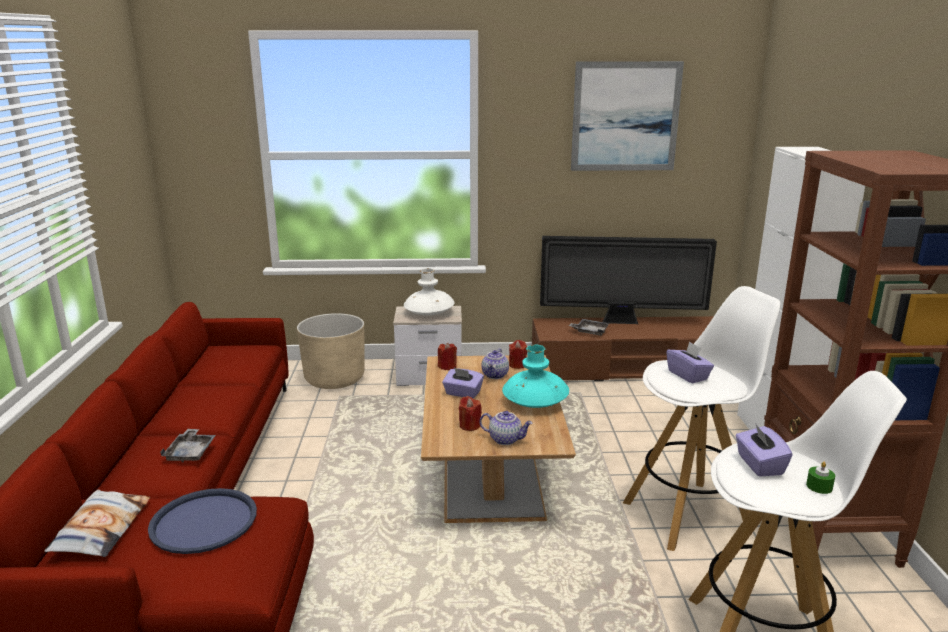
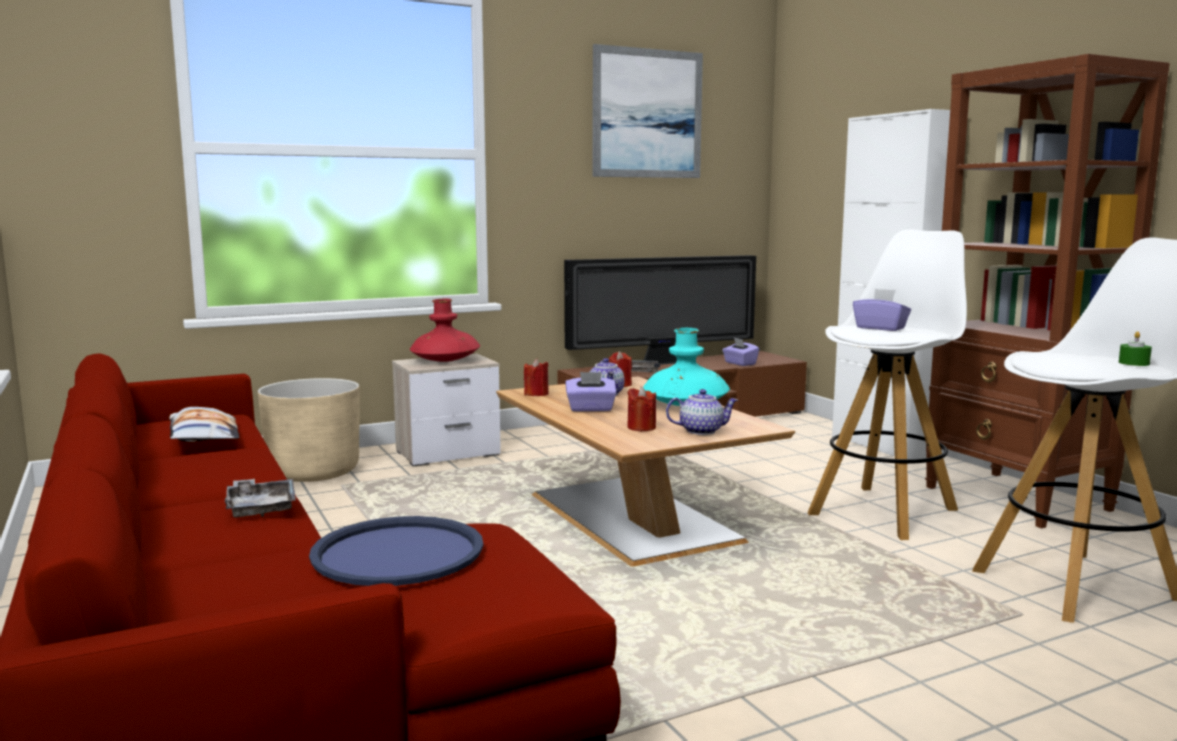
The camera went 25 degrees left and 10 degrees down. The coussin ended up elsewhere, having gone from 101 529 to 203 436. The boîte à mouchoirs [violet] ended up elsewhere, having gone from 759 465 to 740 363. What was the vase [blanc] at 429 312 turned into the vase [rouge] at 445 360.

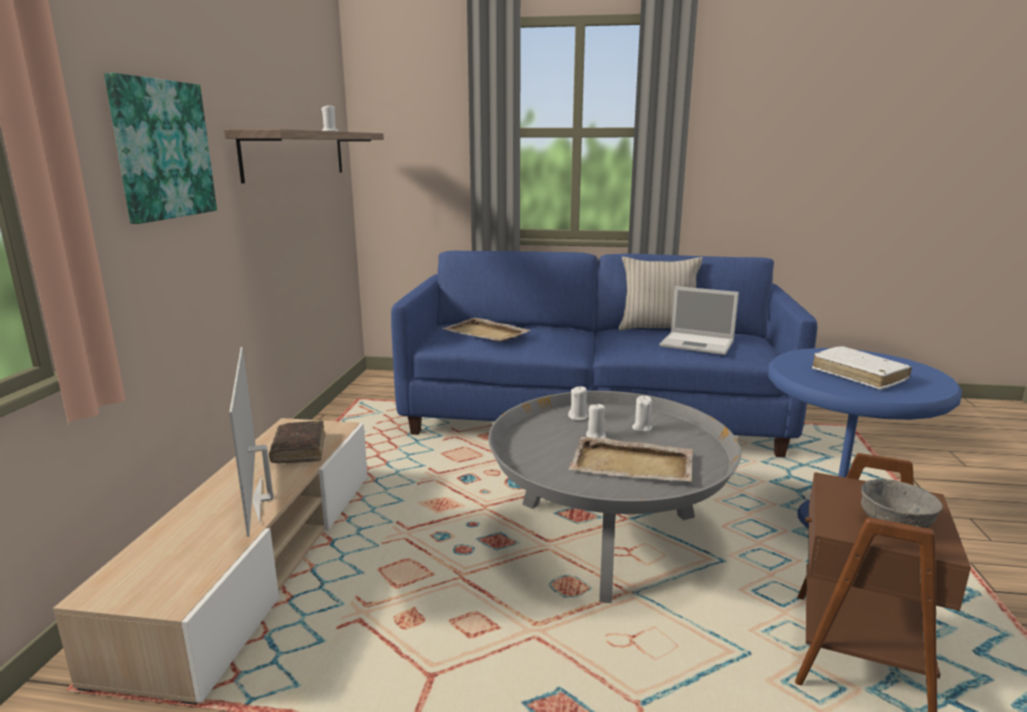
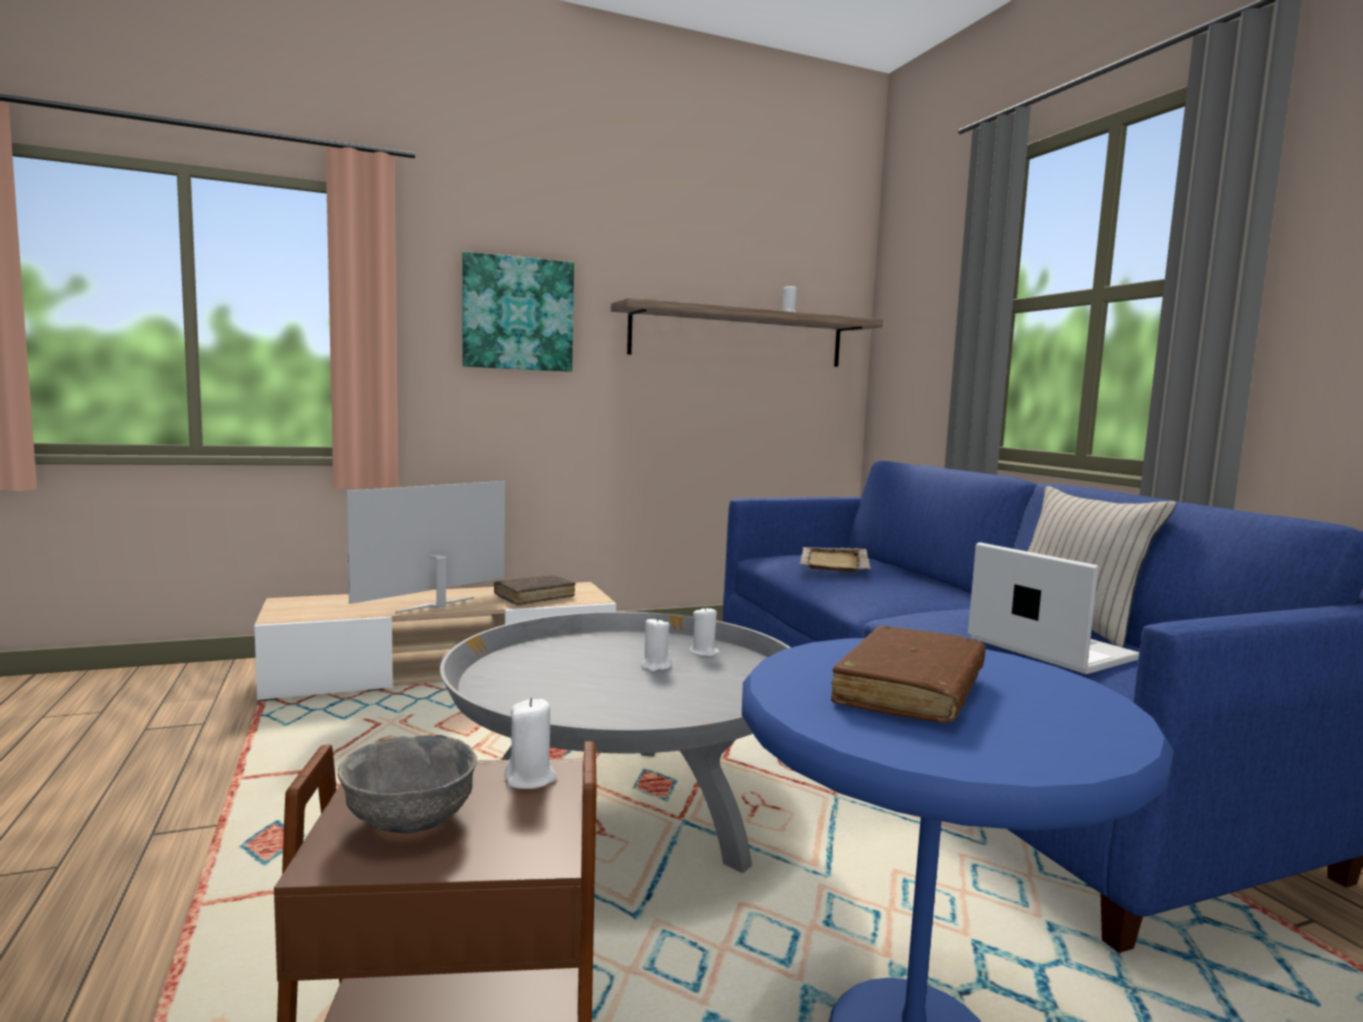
The camera went 60 degrees right and 10 degrees down. The second view lost the plateau [beige] at 633 464. The bougie [blanc] ended up elsewhere, having gone from 642 428 to 530 779. What was the livre [blanc] at 858 375 turned into the livre [marron] at 910 691. The ordinateur portable at 698 344 ended up facing another way, 150 degrees clockwise from before.

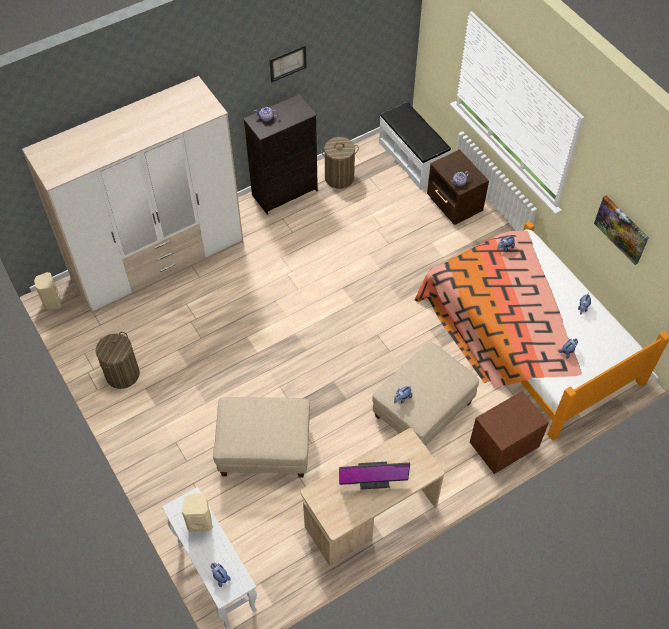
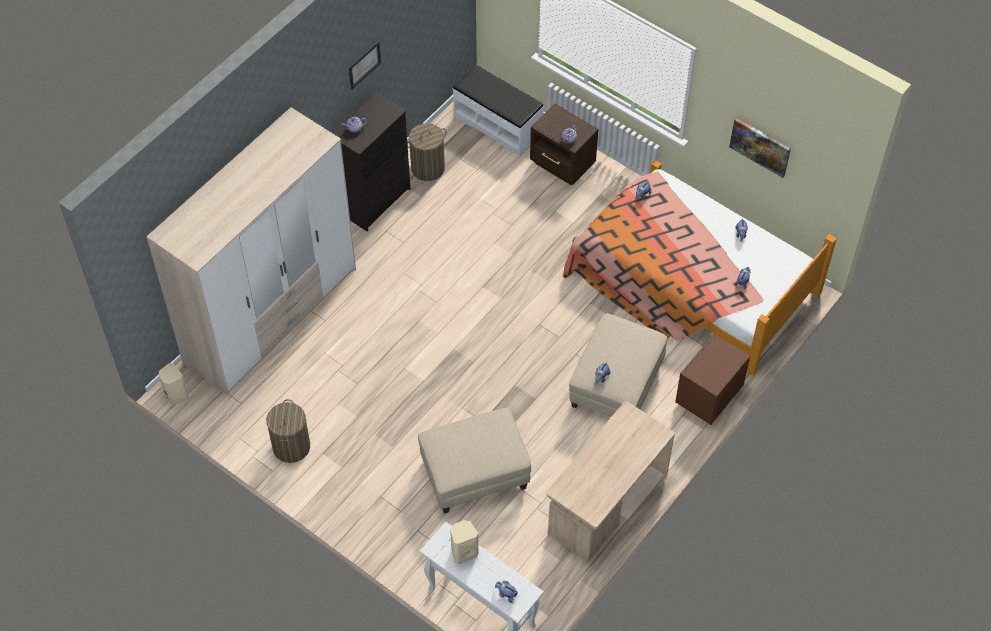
The camera went 20 degrees left and 0 degrees up. The second view lost the écran d'ordinateur at 373 476.

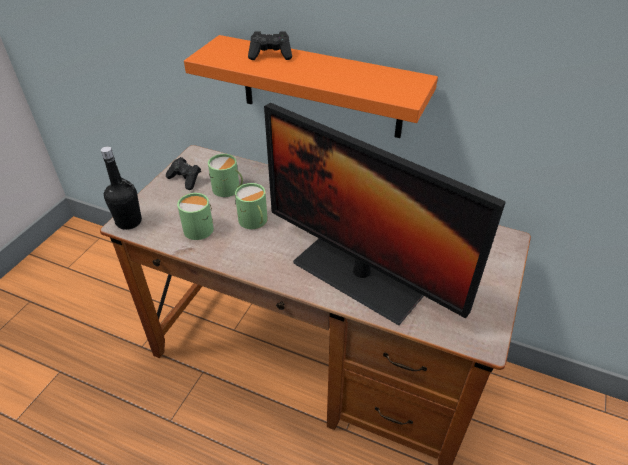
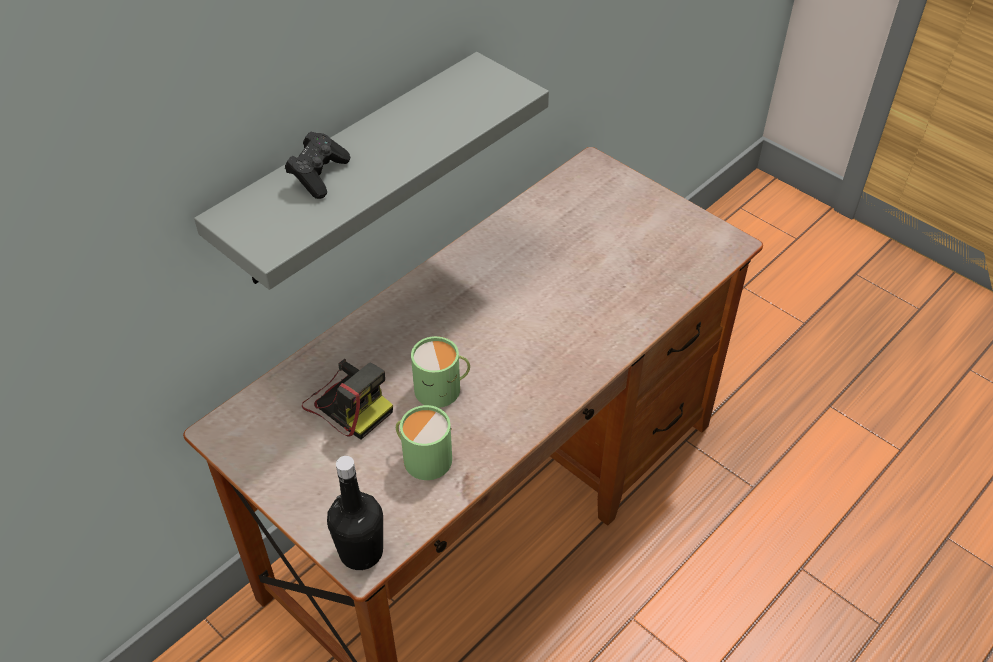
The camera went 70 degrees left and 5 degrees up. The second view lost the manette [noir] at 185 179. The second view lost the écran d'ordinateur at 359 275. Where the mug [vert] stood at 228 189, the appareil photo came to stand at 348 404. What was the étagère [orange] at 321 87 turned into the étagère [gris] at 352 172.

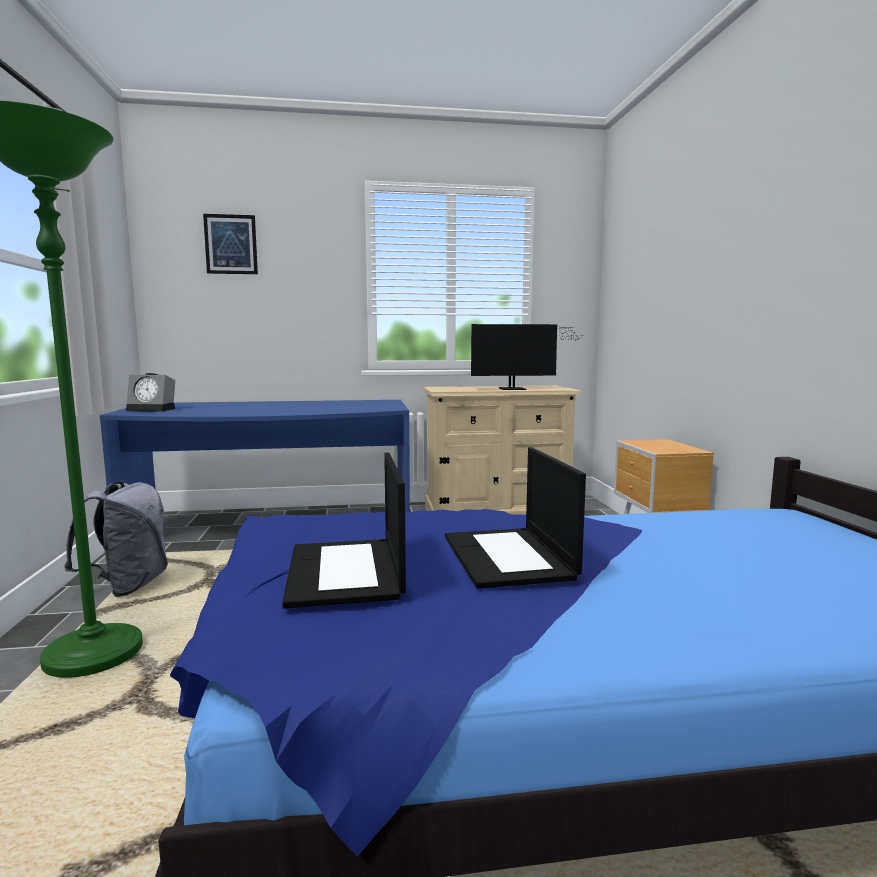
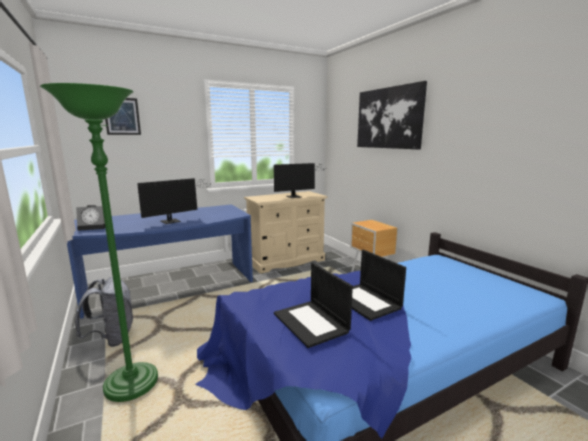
The camera went 20 degrees left and 5 degrees up. The second view gained the écran d'ordinateur at 173 221. The second view gained the tableau at 388 118.

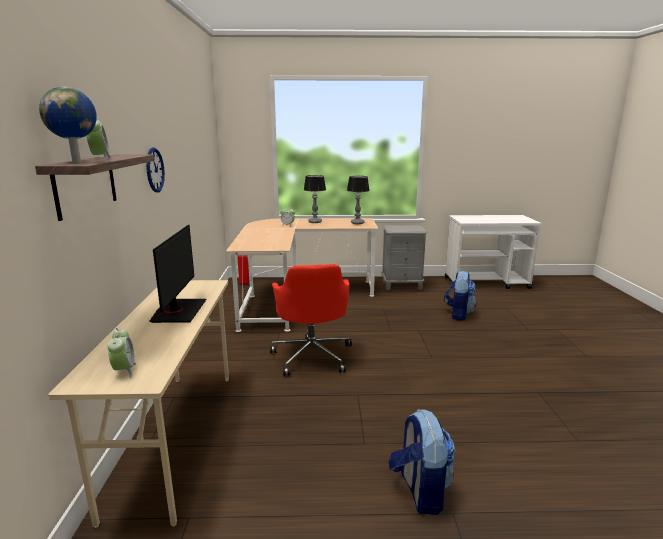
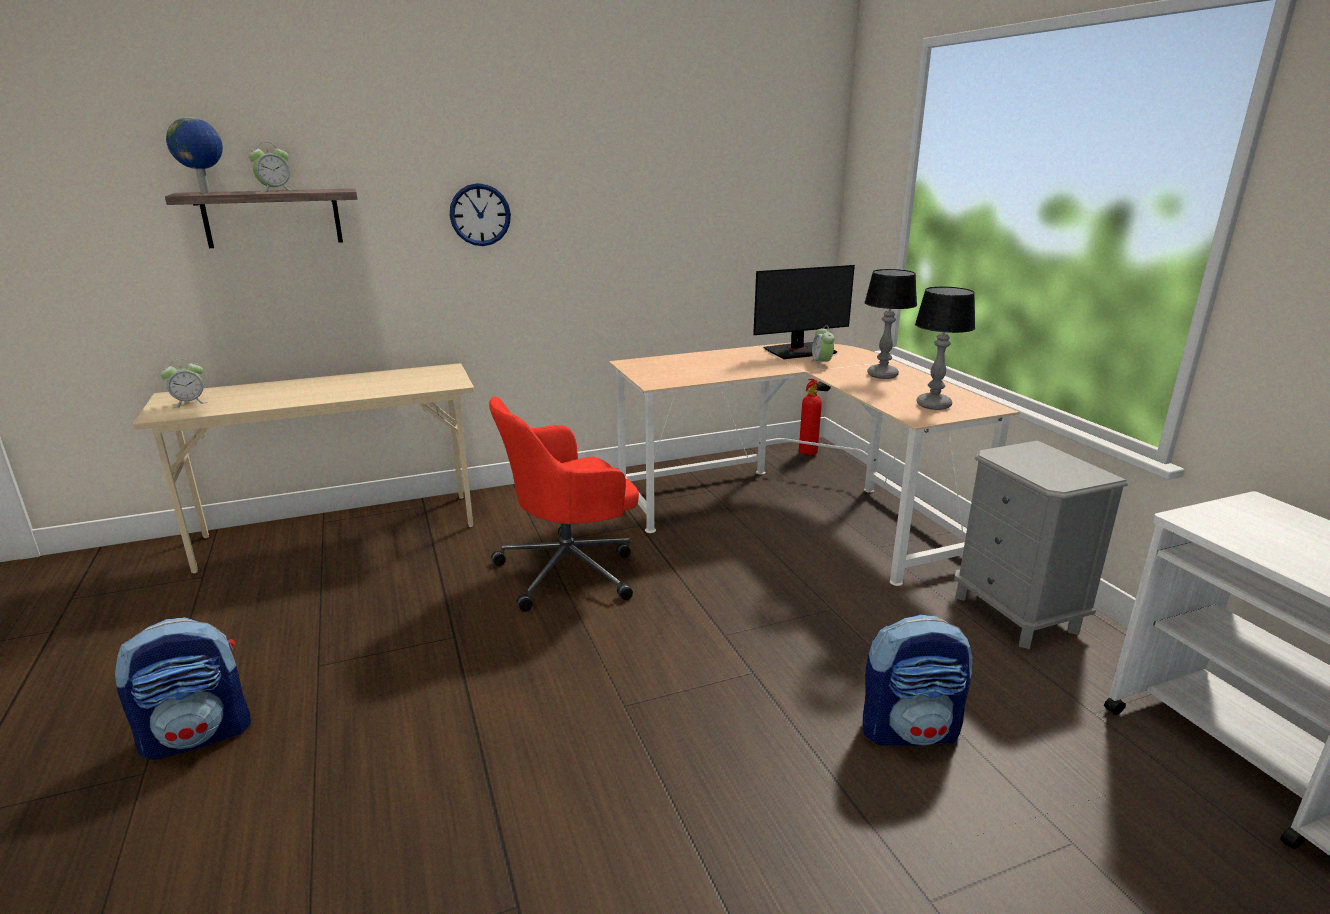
The camera went 70 degrees right and 5 degrees up. The écran d'ordinateur ended up elsewhere, having gone from 178 311 to 799 351.

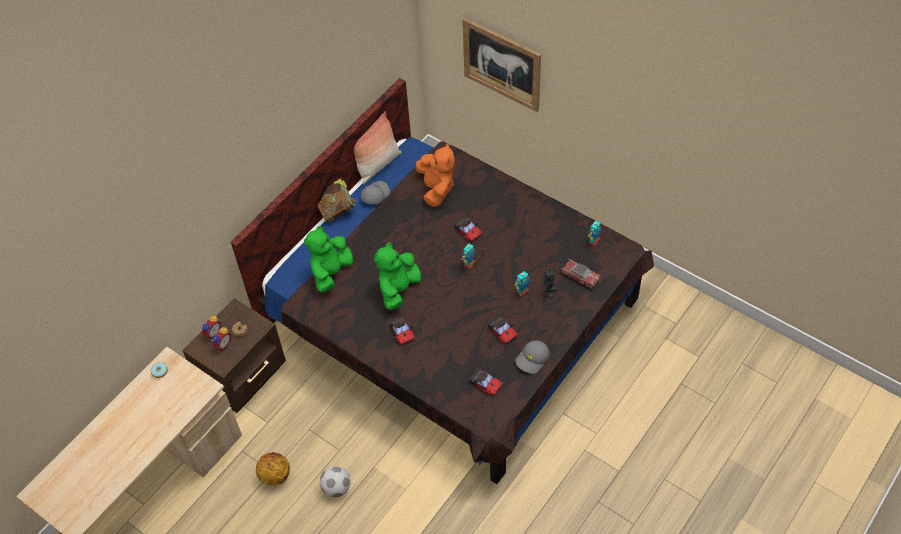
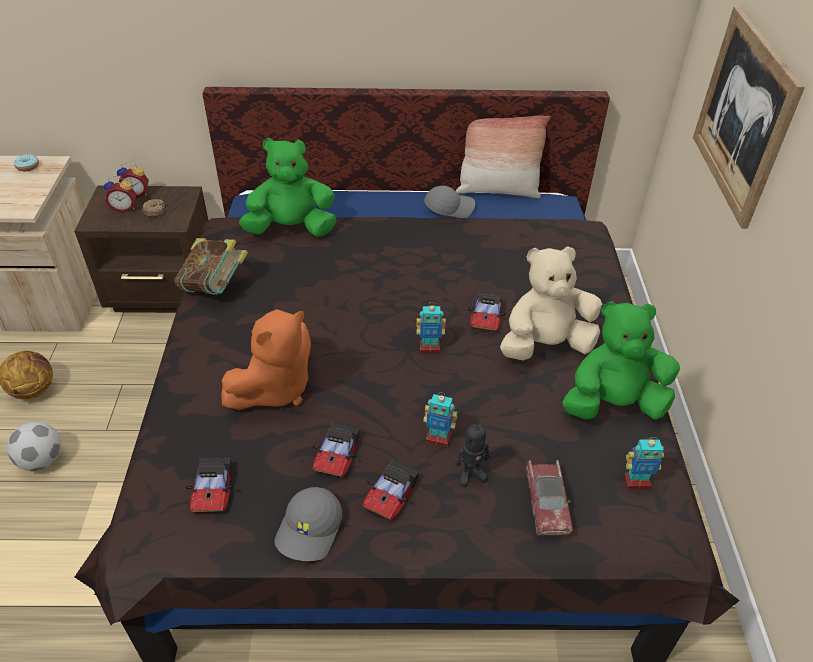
The camera went 50 degrees right and 10 degrees down. The second view gained the peluche [beige] at 545 345. The livre ended up elsewhere, having gone from 336 210 to 215 287. The peluche [vert] ended up elsewhere, having gone from 398 289 to 613 404. The petite voiture ended up elsewhere, having gone from 402 332 to 391 494. The peluche [orange] ended up elsewhere, having gone from 436 189 to 275 388. The casquette [gris] at 532 359 ended up facing another way, 75 degrees counterclockwise from before.

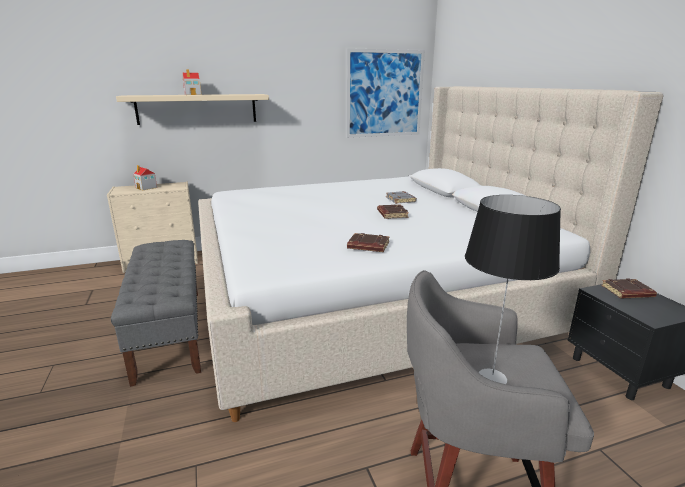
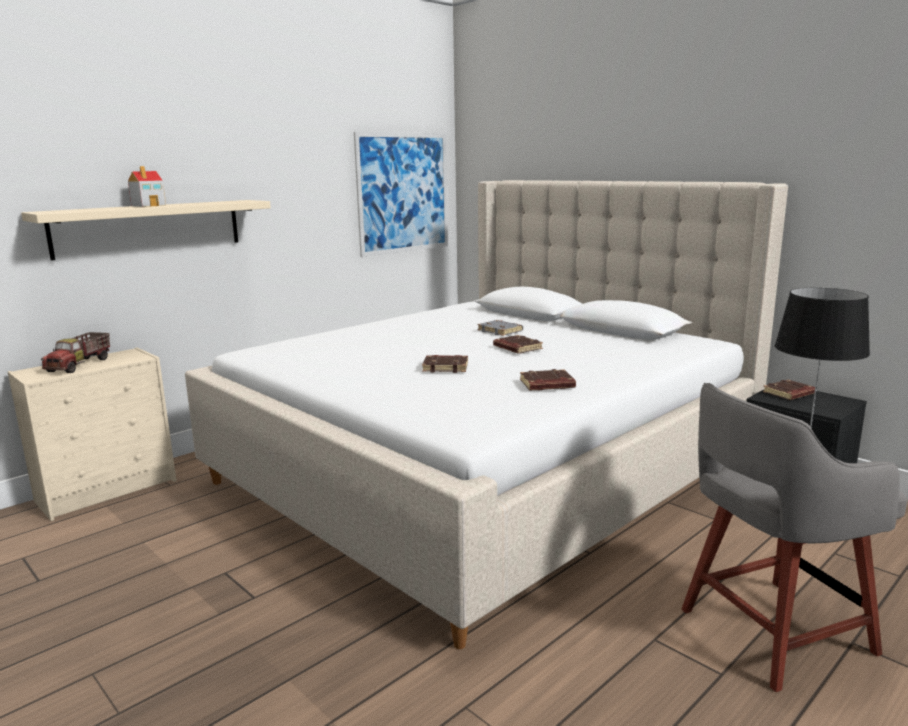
The camera went 25 degrees left and 5 degrees down. The second view lost the banc [gris] at 170 332. The second view gained the livre [marron] at 446 367. Where the maison miniature stood at 146 188, the camion jouet came to stand at 80 365.

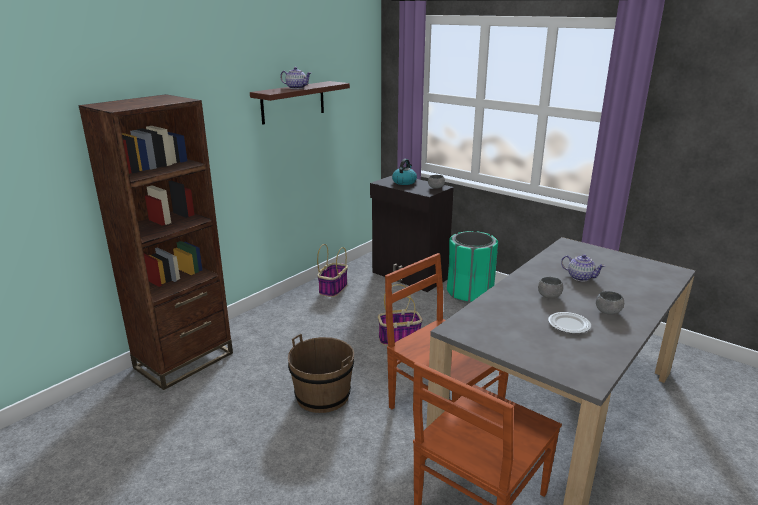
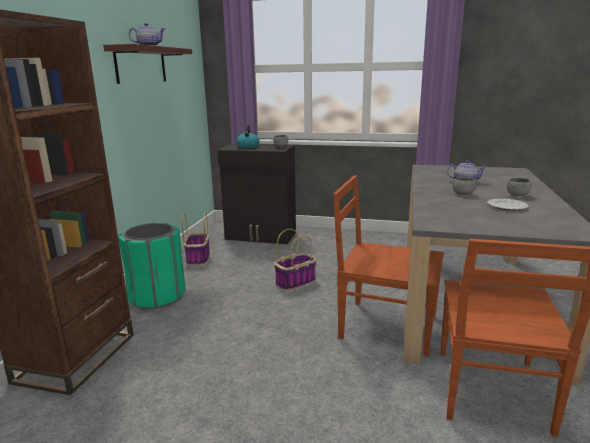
The camera went 25 degrees left and 5 degrees down. The second view lost the seau [marron] at 323 395. The poubelle [vert] ended up elsewhere, having gone from 470 293 to 157 296.

